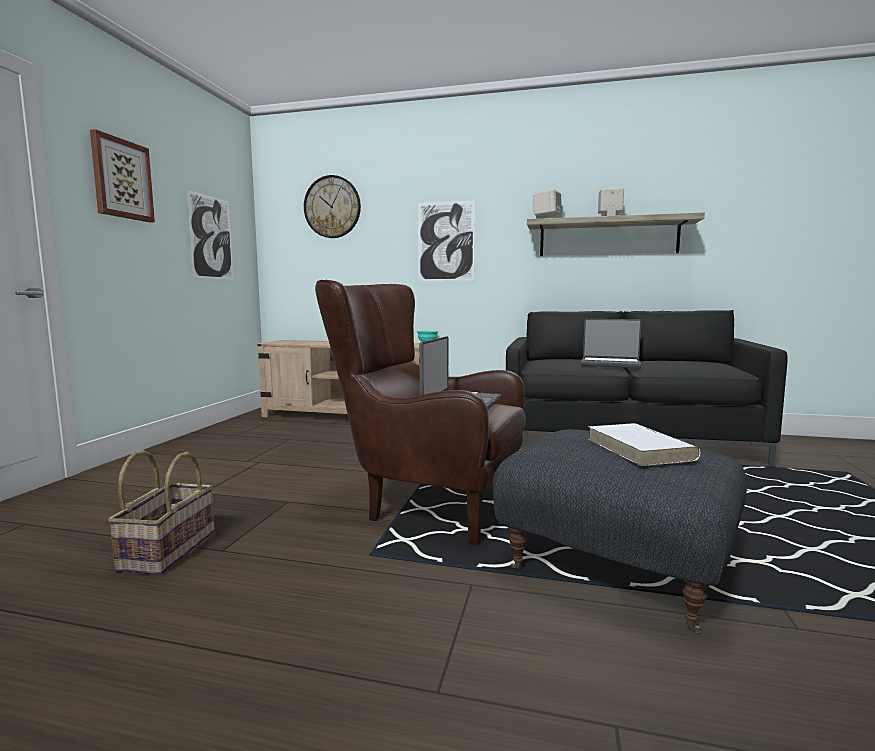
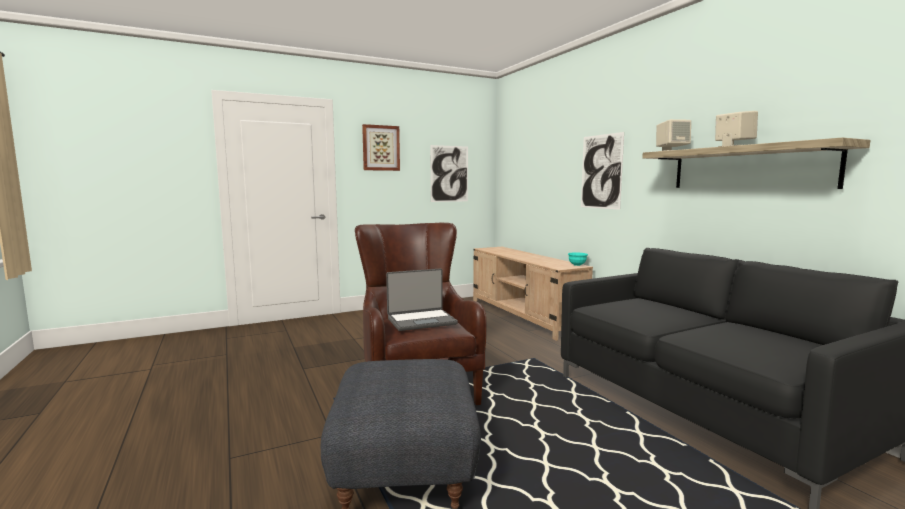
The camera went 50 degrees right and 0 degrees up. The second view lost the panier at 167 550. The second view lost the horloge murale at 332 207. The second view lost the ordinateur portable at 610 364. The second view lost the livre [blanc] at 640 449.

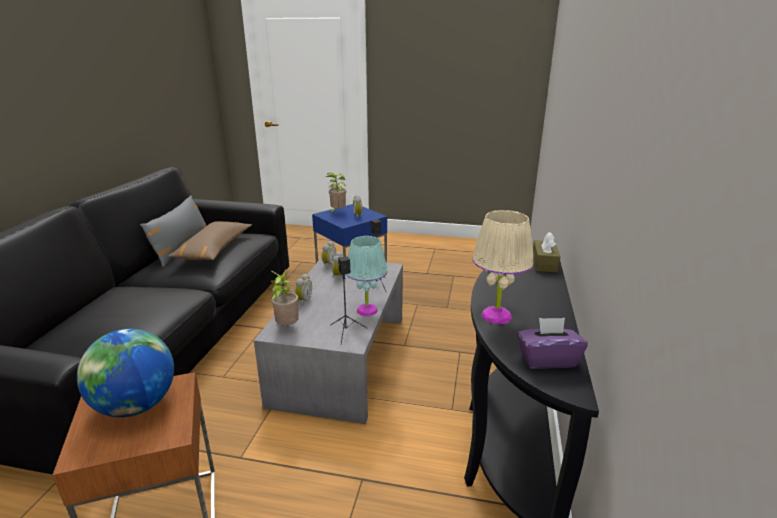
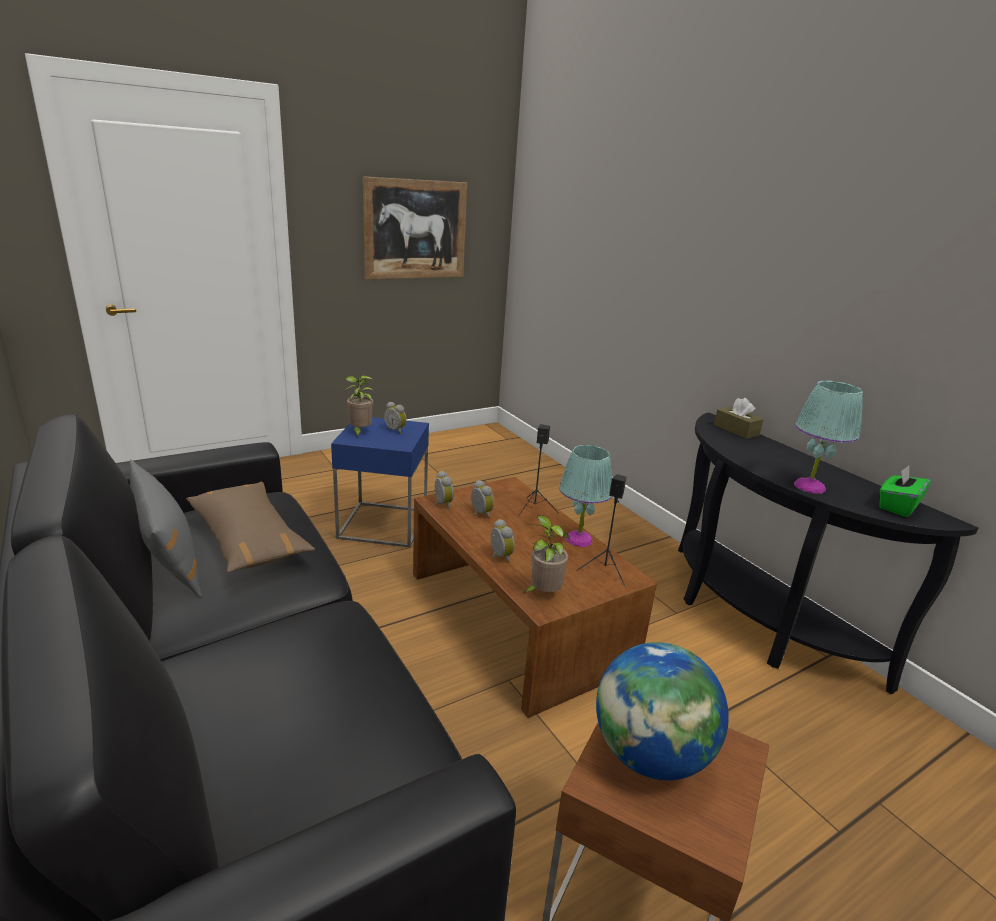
The camera went 45 degrees left and 0 degrees up. The second view gained the tableau at 415 229. What was the table basse [gris] at 340 358 turned into the table basse [marron] at 515 618. What was the lampe de table [beige] at 496 316 turned into the lampe de table [turquoise] at 809 486. What was the boîte à mouchoirs [violet] at 547 359 turned into the boîte à mouchoirs [vert] at 897 506.

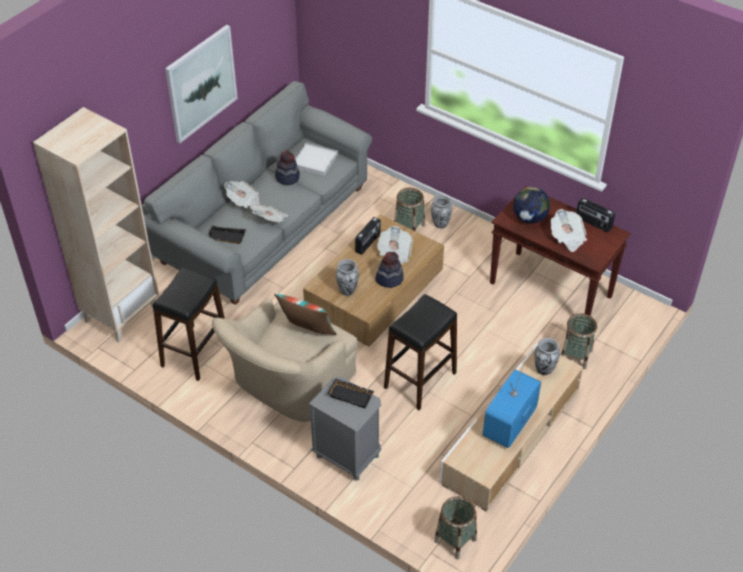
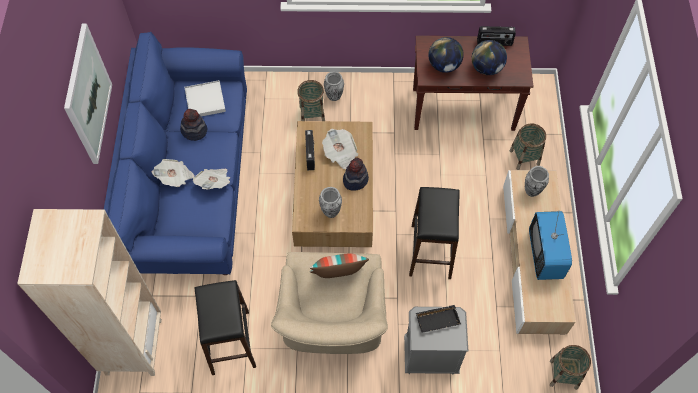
The camera went 35 degrees left and 15 degrees up. The second view lost the plateau [noir] at 226 238. Where the journal stood at 567 238, the globe came to stand at 486 68. What was the canapé [gris] at 264 225 turned into the canapé [bleu] at 188 181.

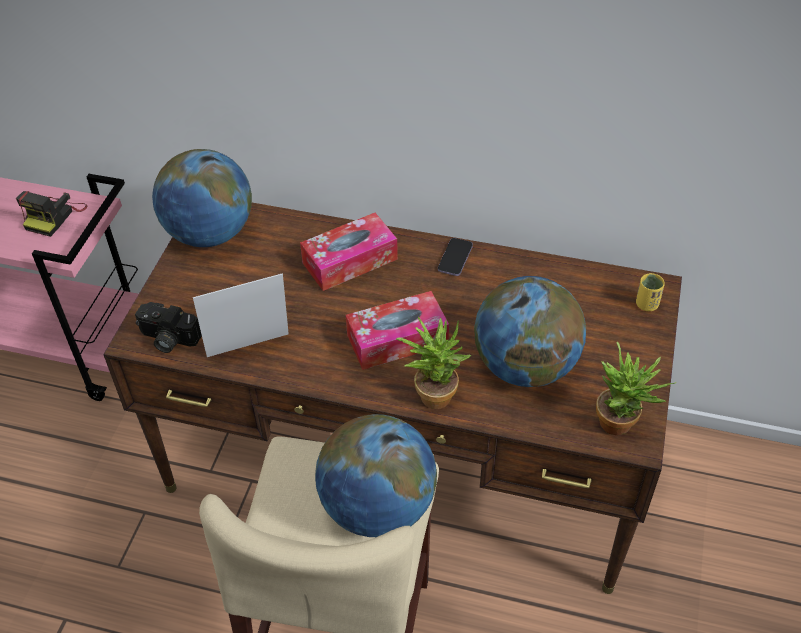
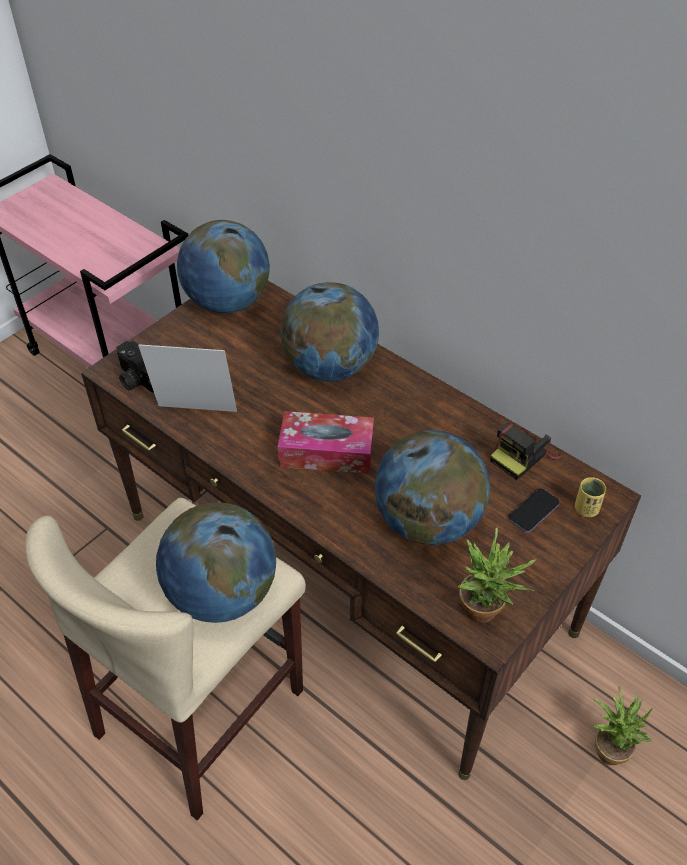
The camera went 25 degrees right and 0 degrees up. The appareil photo ended up elsewhere, having gone from 55 216 to 524 454. The plante en pot ended up elsewhere, having gone from 433 392 to 609 746. The téléphone ended up elsewhere, having gone from 455 258 to 533 511. Where the boîte à mouchoirs stood at 350 261, the globe came to stand at 330 367.

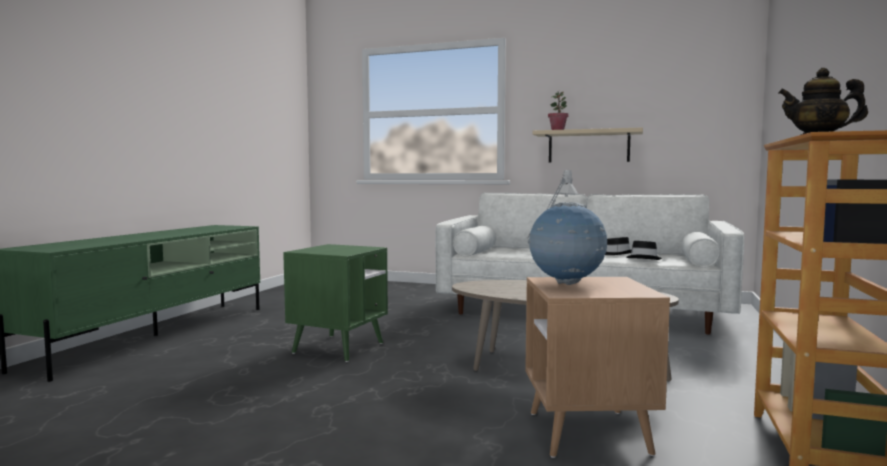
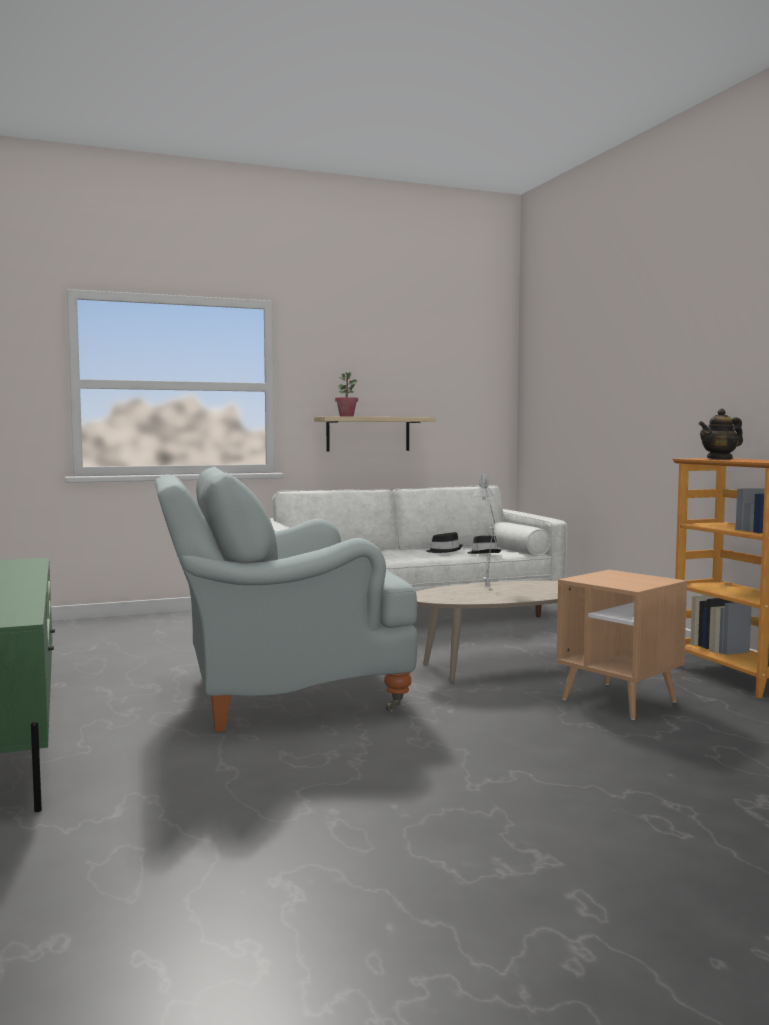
The camera went 40 degrees left and 0 degrees up. The second view lost the globe at 566 284. Where the table d'appoint [vert] stood at 338 348, the fauteuil [gris] came to stand at 280 694.

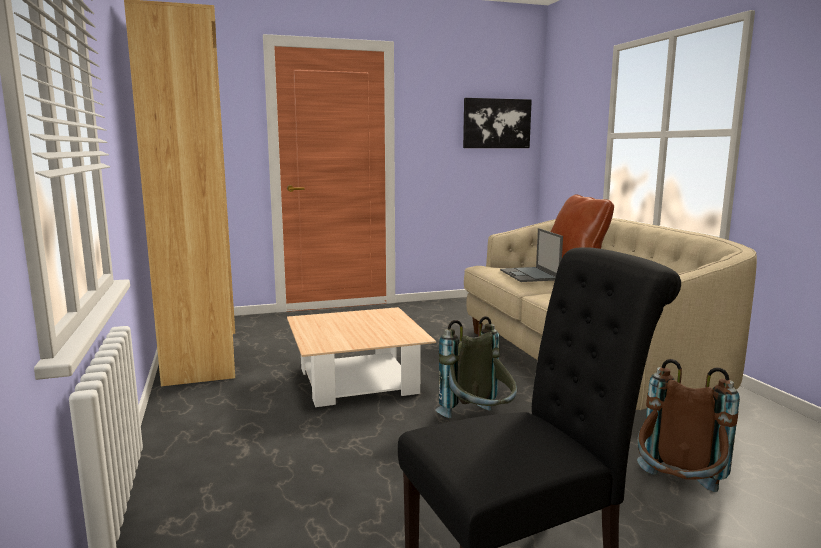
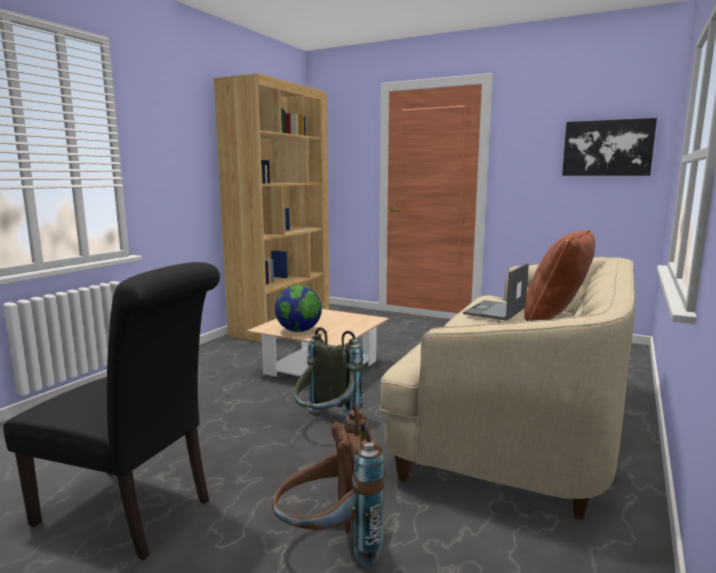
The camera went 45 degrees right and 0 degrees up. The second view gained the globe at 298 331.

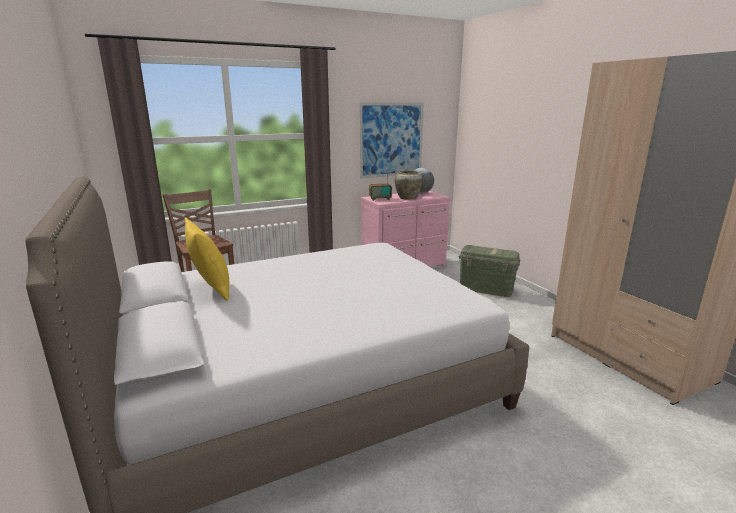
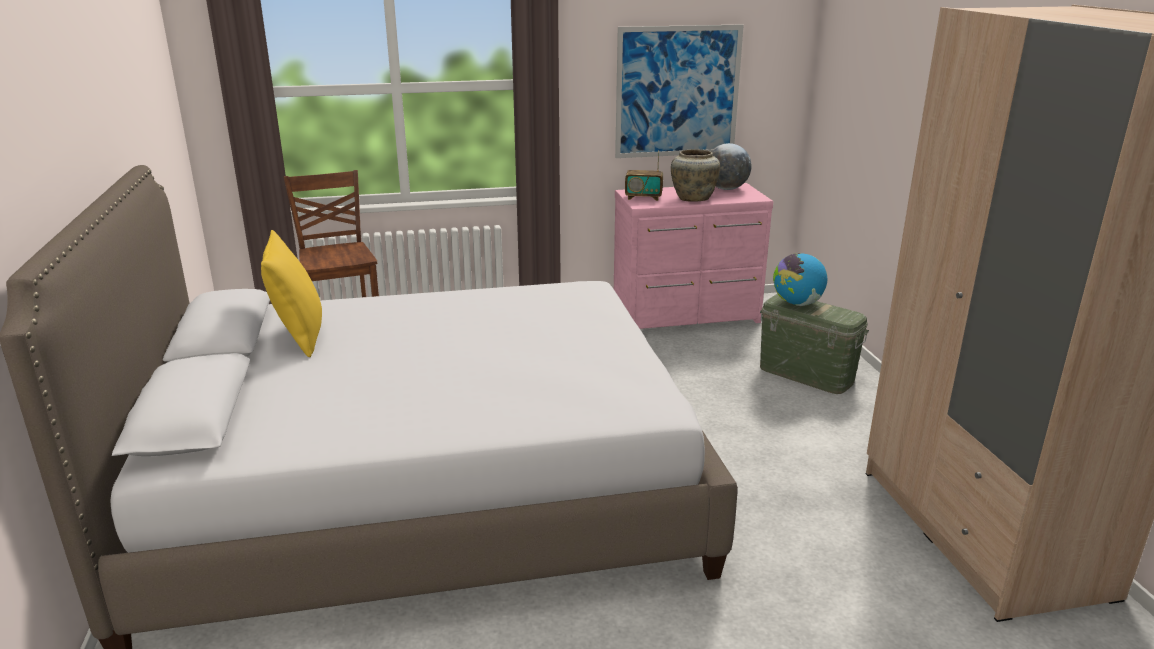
The camera went 15 degrees right and 5 degrees up. The second view gained the globe at 797 303.

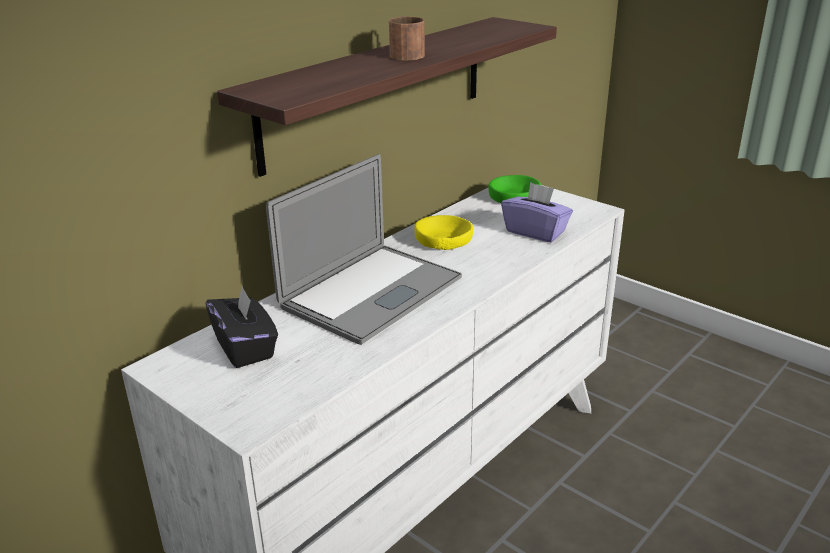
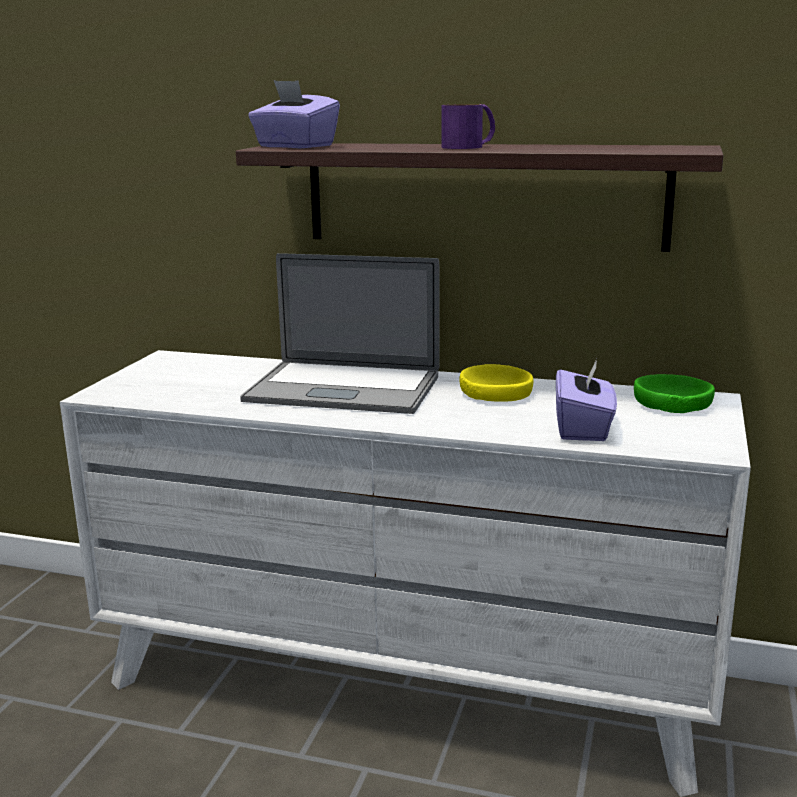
The camera went 65 degrees right and 10 degrees down. The second view lost the boîte à mouchoirs [noir] at 245 348. The second view gained the boîte à mouchoirs [violet] at 295 146. What was the mug [marron] at 405 53 turned into the mug [violet] at 470 146.

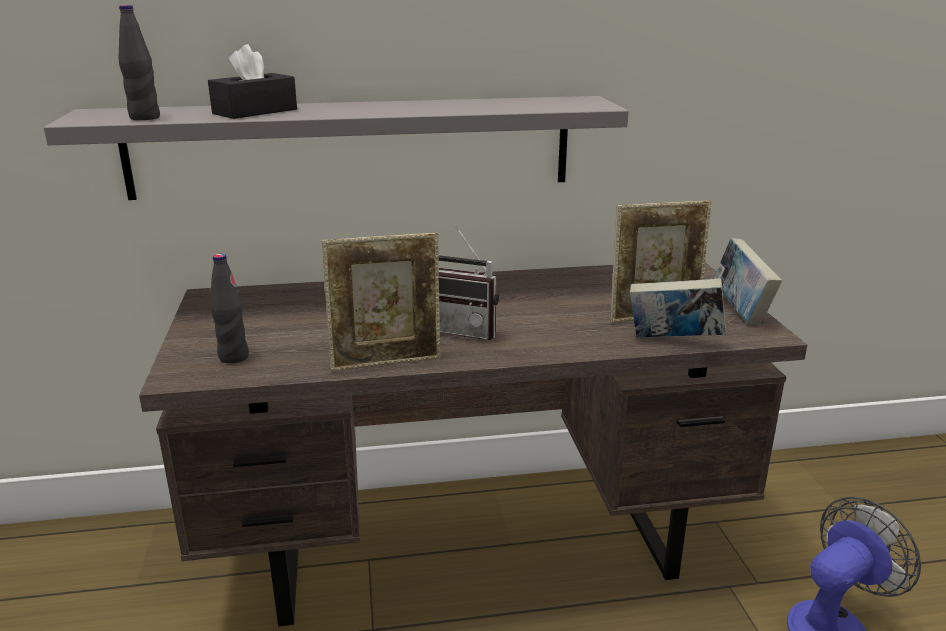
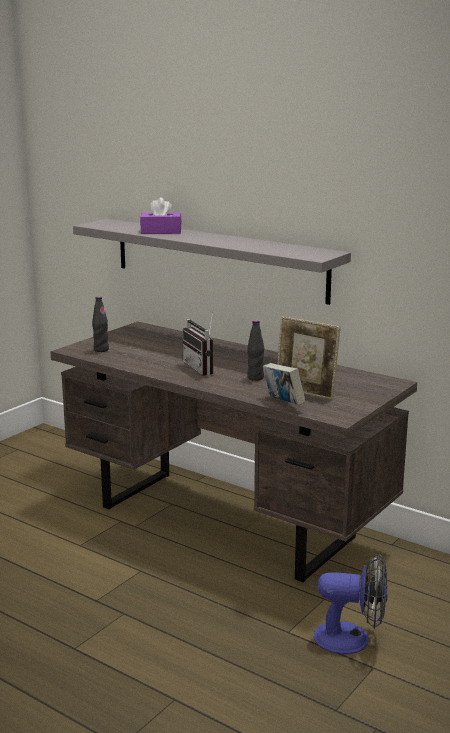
The camera went 45 degrees right and 5 degrees down. The second view lost the cadre photo at 387 362. The second view lost the livre at 740 311. The bouteille [noir] ended up elsewhere, having gone from 145 118 to 255 378. What was the boîte à mouchoirs [noir] at 255 111 turned into the boîte à mouchoirs [violet] at 161 232.

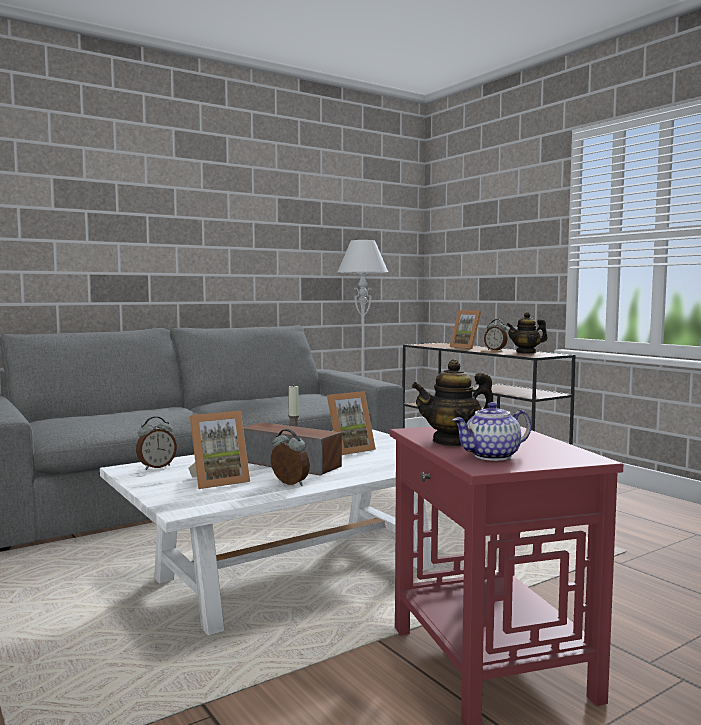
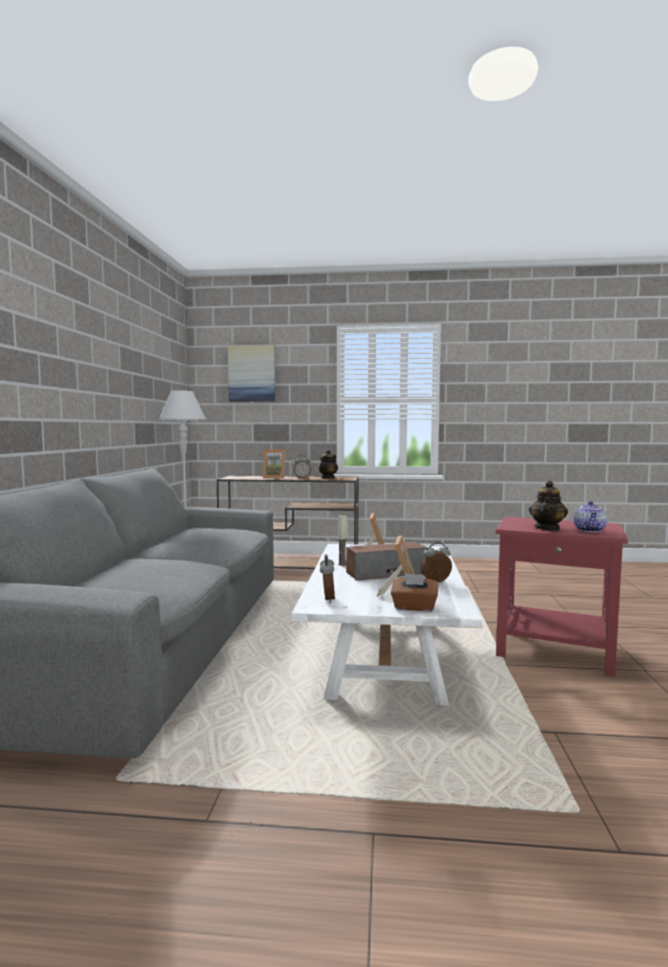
The camera went 50 degrees left and 0 degrees up. The second view gained the tableau at 252 373. The second view gained the boîte à mouchoirs [marron] at 414 607.

